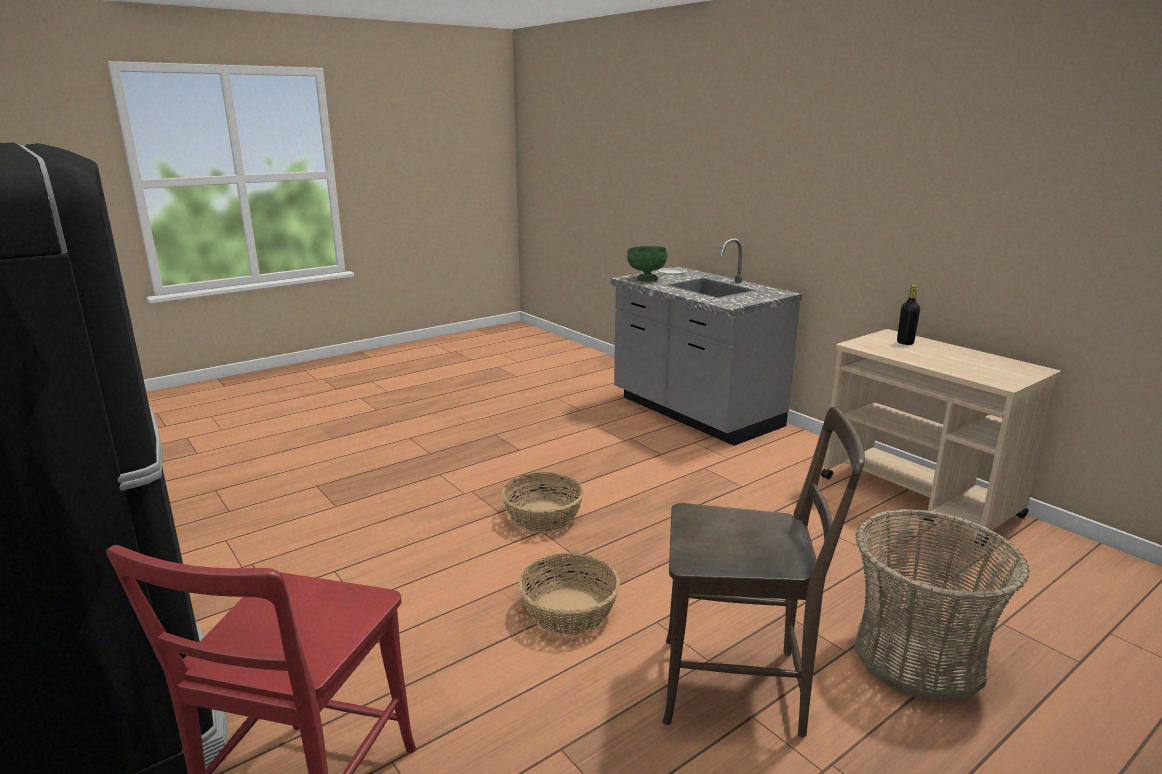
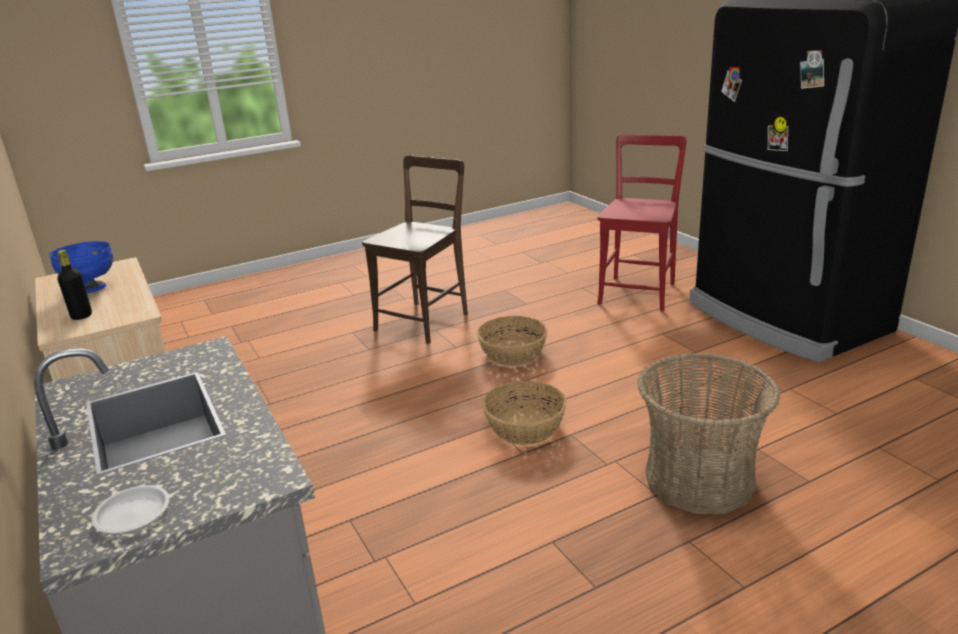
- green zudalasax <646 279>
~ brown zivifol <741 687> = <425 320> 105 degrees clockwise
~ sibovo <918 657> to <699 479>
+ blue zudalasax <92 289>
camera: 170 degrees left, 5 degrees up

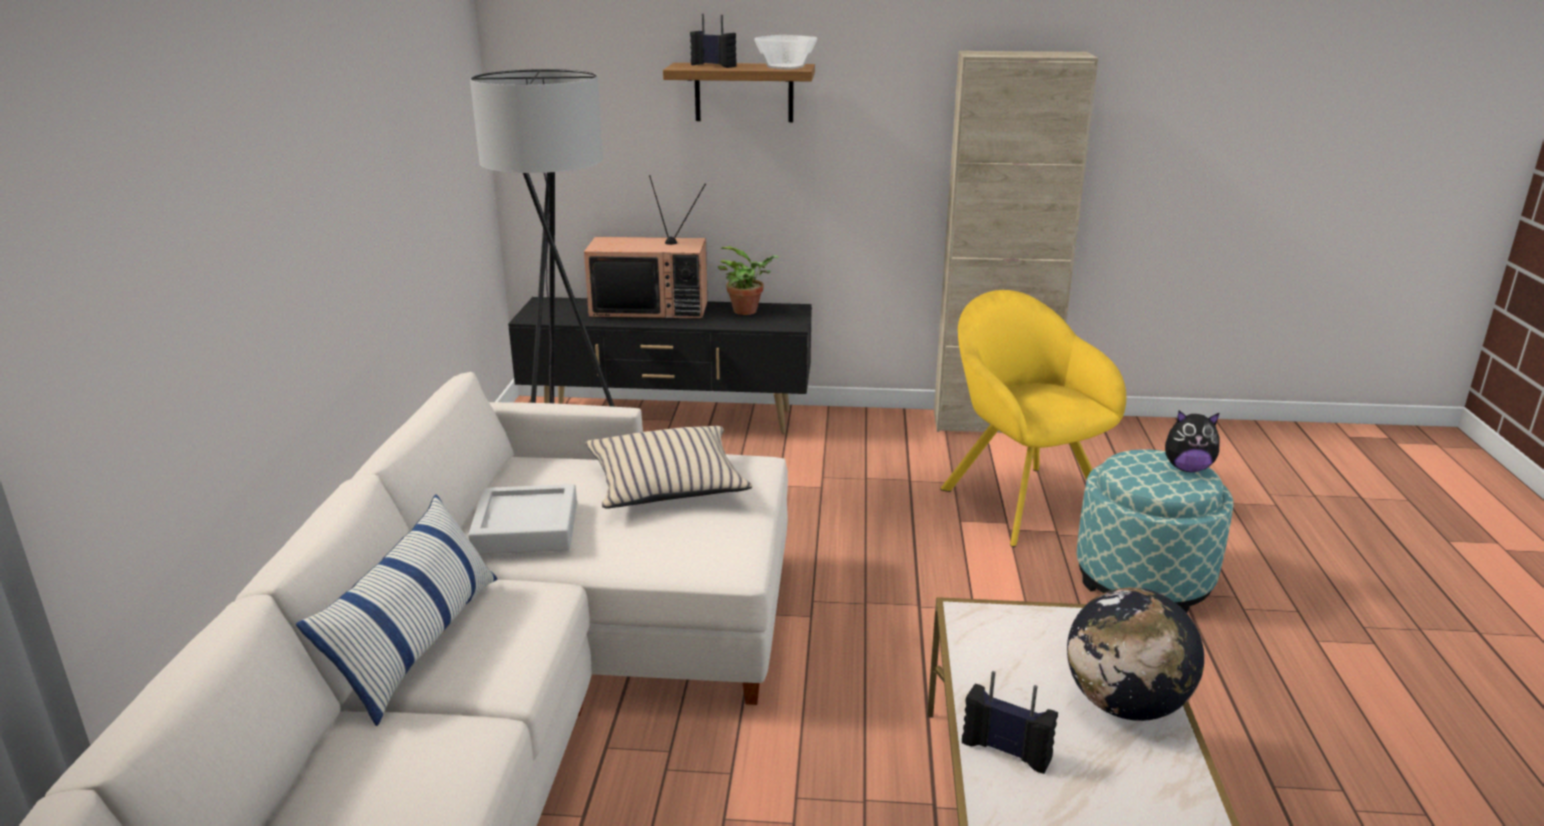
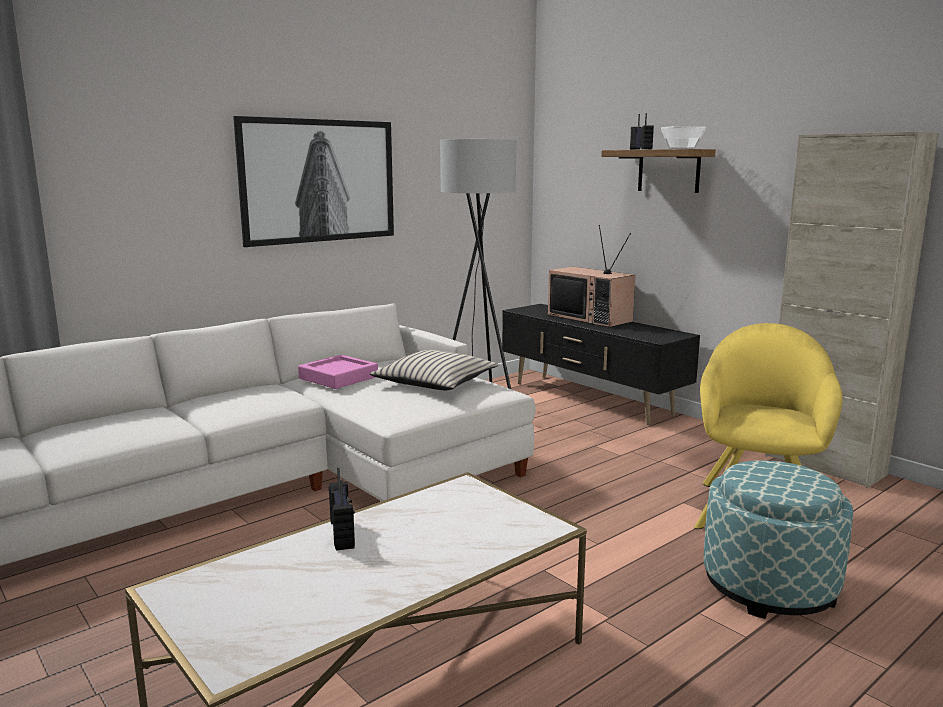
- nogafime <418 642>
~ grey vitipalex <526 528> to pink vitipalex <338 377>
- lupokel <748 311>
- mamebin <1125 705>
- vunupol <1187 468>
+ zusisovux <318 181>
camera: 45 degrees right, 10 degrees down

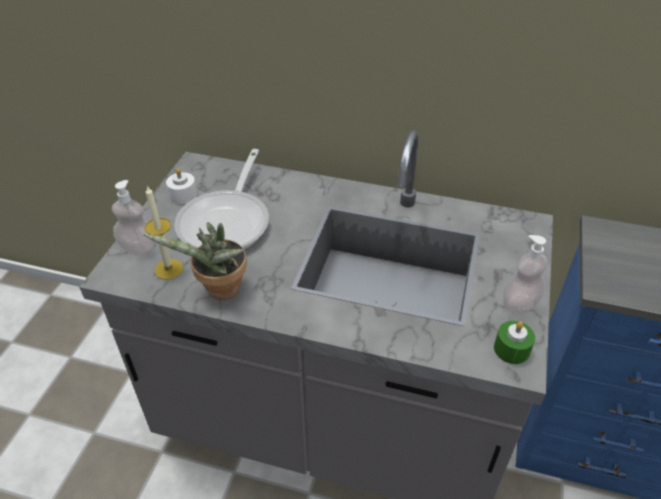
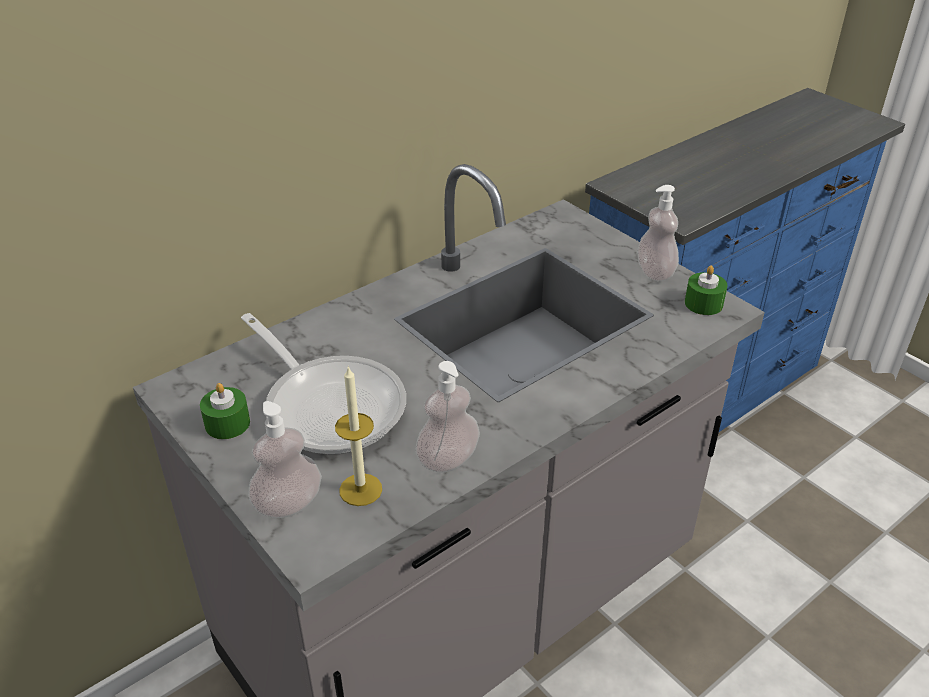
~ lupokel <220 292> to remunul <448 459>
~ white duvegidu <183 195> to green duvegidu <227 423>
camera: 55 degrees left, 5 degrees down

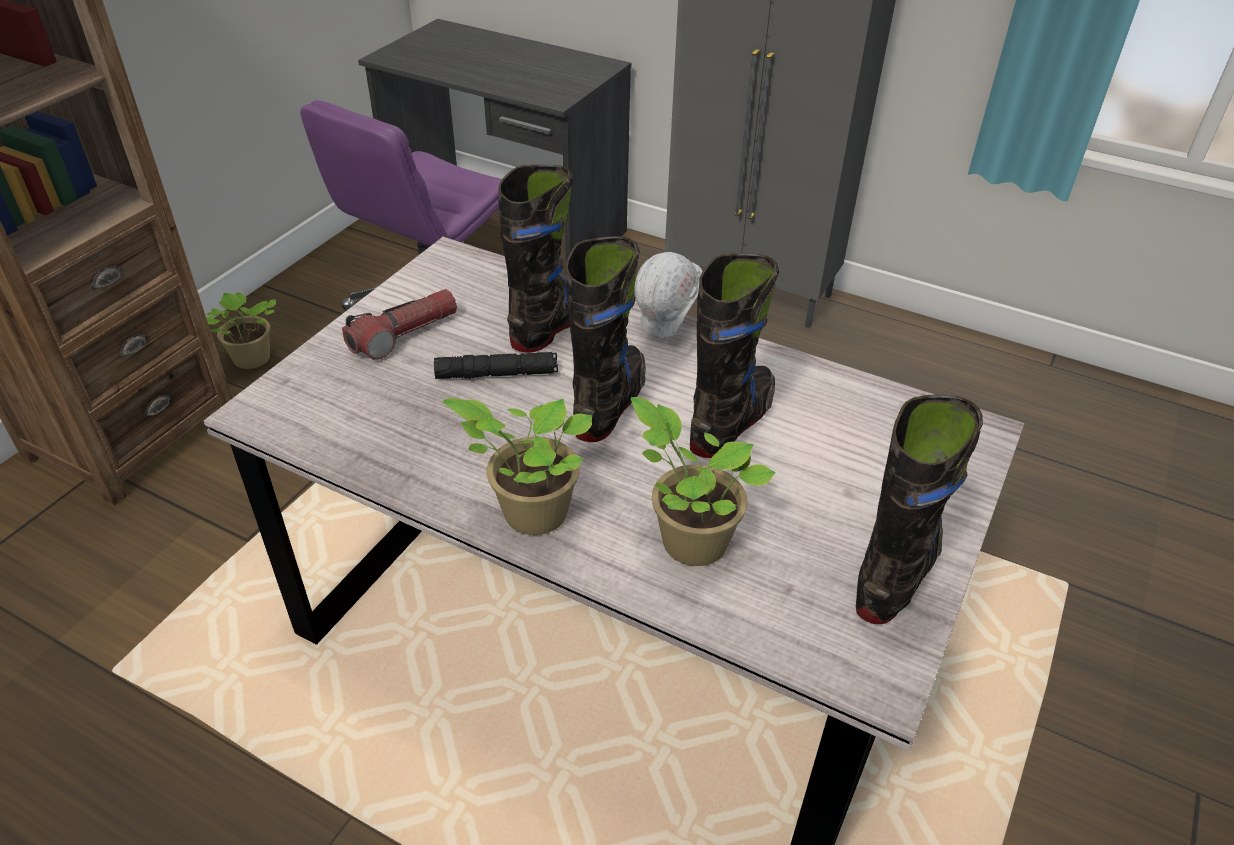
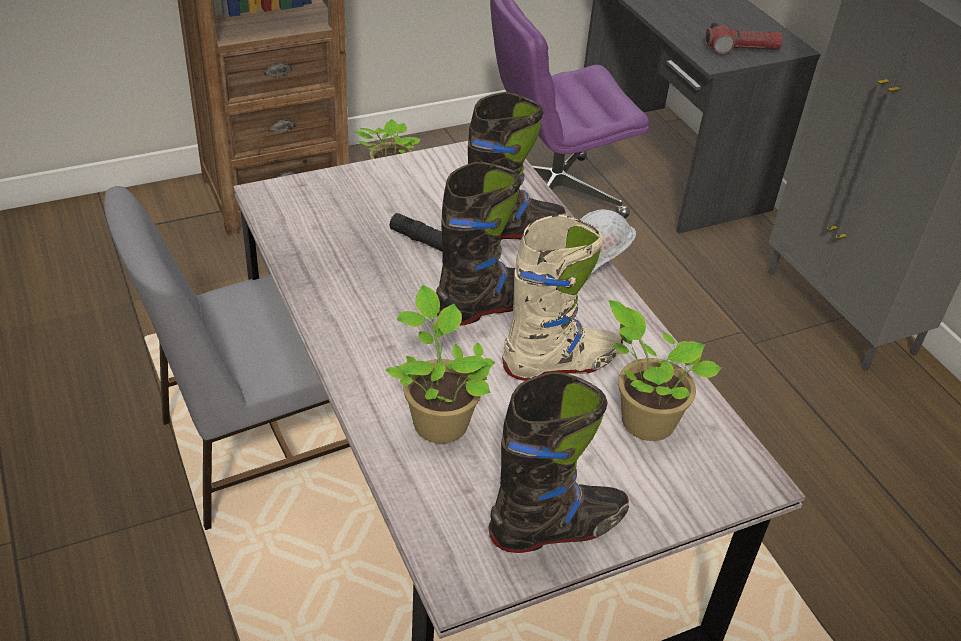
~ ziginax <404 335> to <741 49>
~ lupokel <530 513> to <643 420>
~ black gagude <732 422> to beige gagude <561 364>
+ grey zivifol <261 446>
camera: 35 degrees right, 0 degrees up

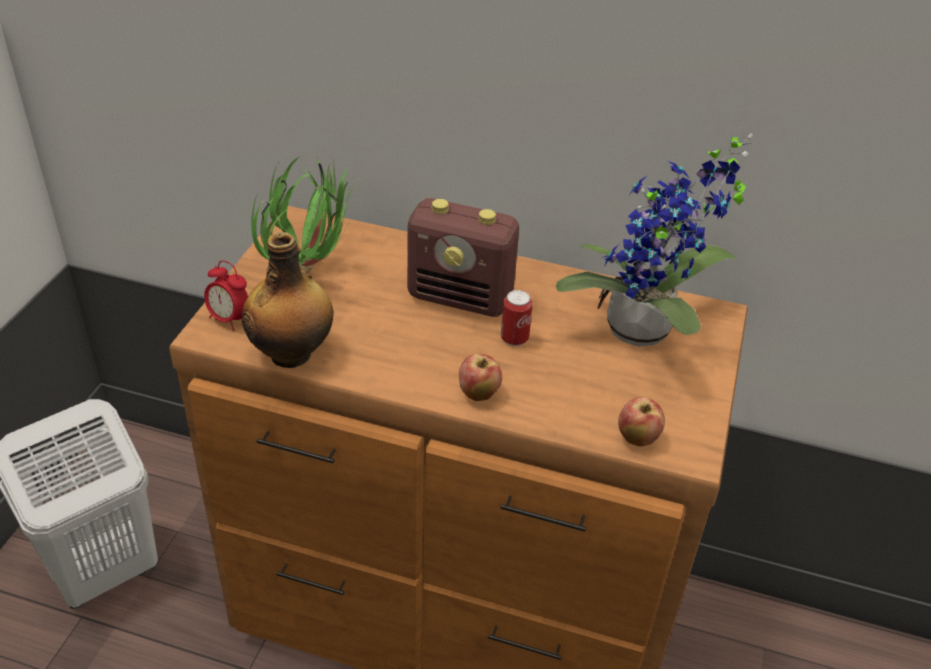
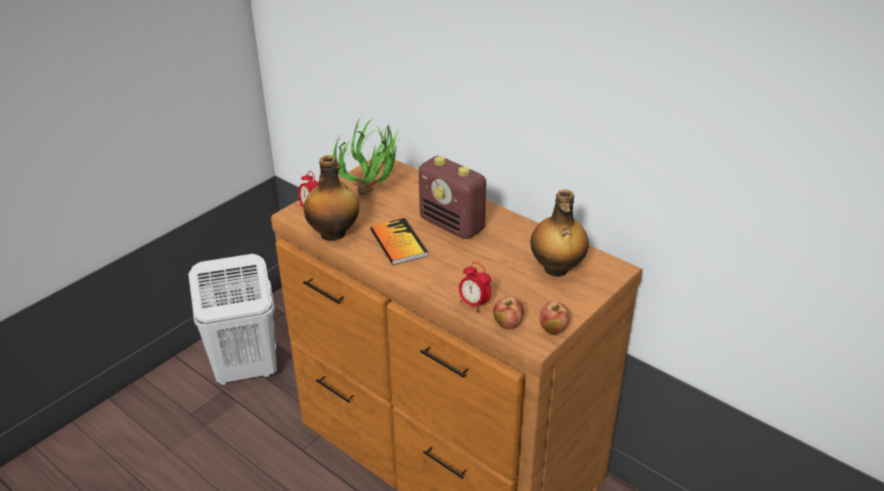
~ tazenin <478 394> to <553 329>
- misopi <514 339>
~ lupokel <644 333> to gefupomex <556 269>
+ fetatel <398 243>
+ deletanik <474 304>
camera: 25 degrees right, 5 degrees down

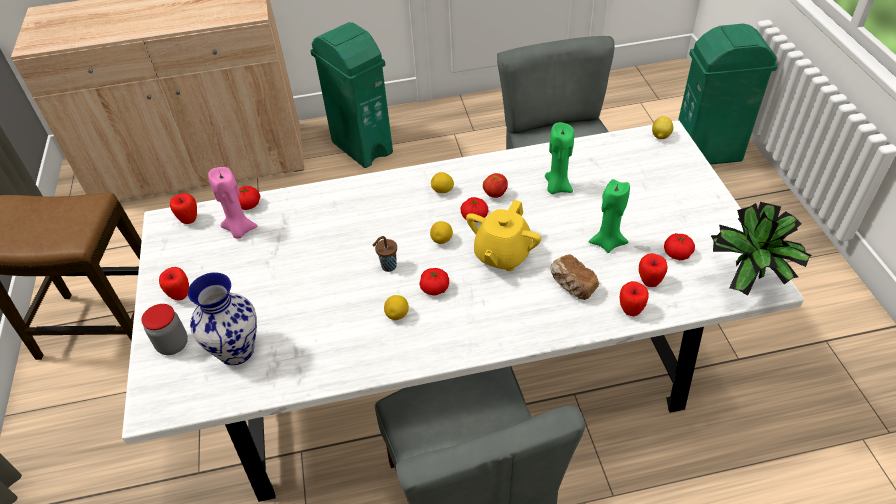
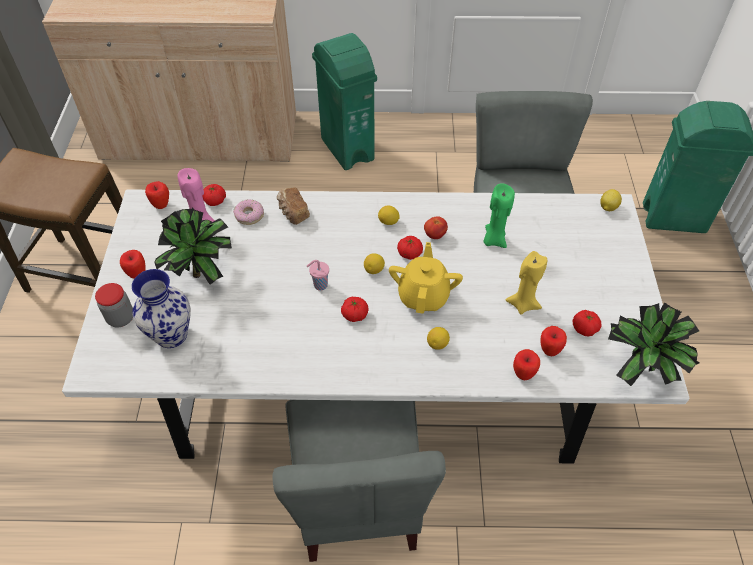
~ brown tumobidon <388 266> to pink tumobidon <319 285>
~ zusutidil <397 315> to <437 344>
~ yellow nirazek <502 255> = <423 295> 150 degrees clockwise
~ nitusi <572 285> to <292 212>
~ green duvegidu <607 242> to yellow duvegidu <523 304>
+ lupokel <203 274>
+ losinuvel <249 215>
camera: 10 degrees right, 5 degrees up

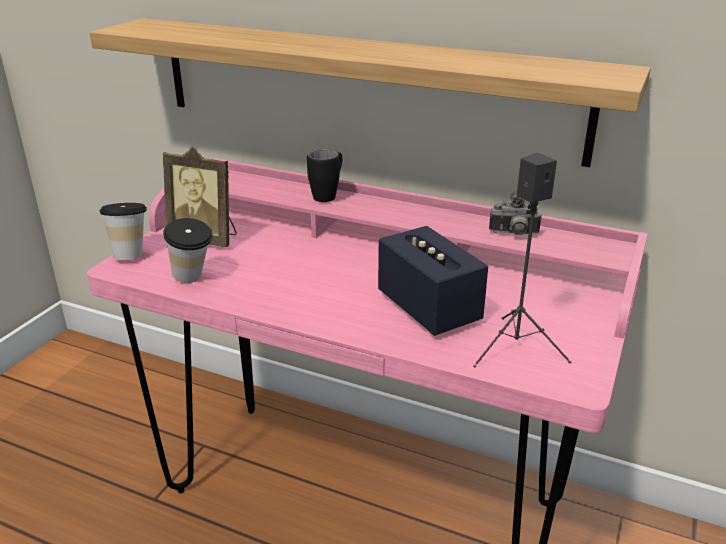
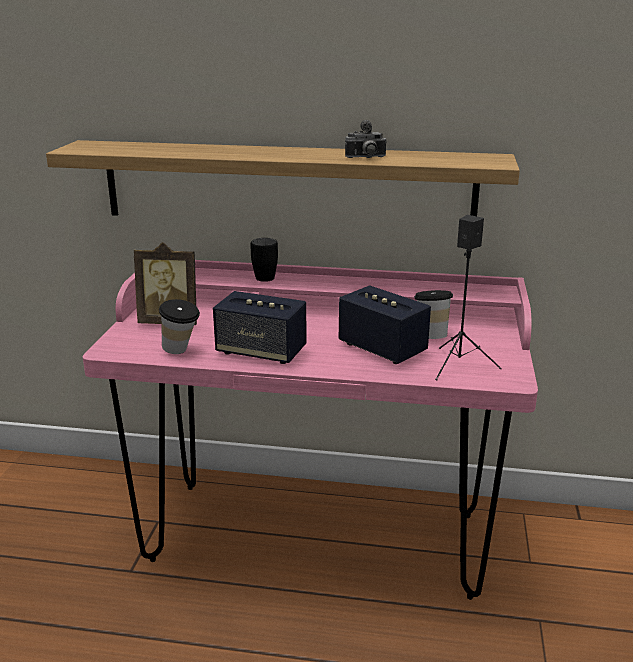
~ tumobidon <131 254> to <431 335>
~ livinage <513 234> to <366 158>
+ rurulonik <261 352>
camera: 15 degrees left, 5 degrees down

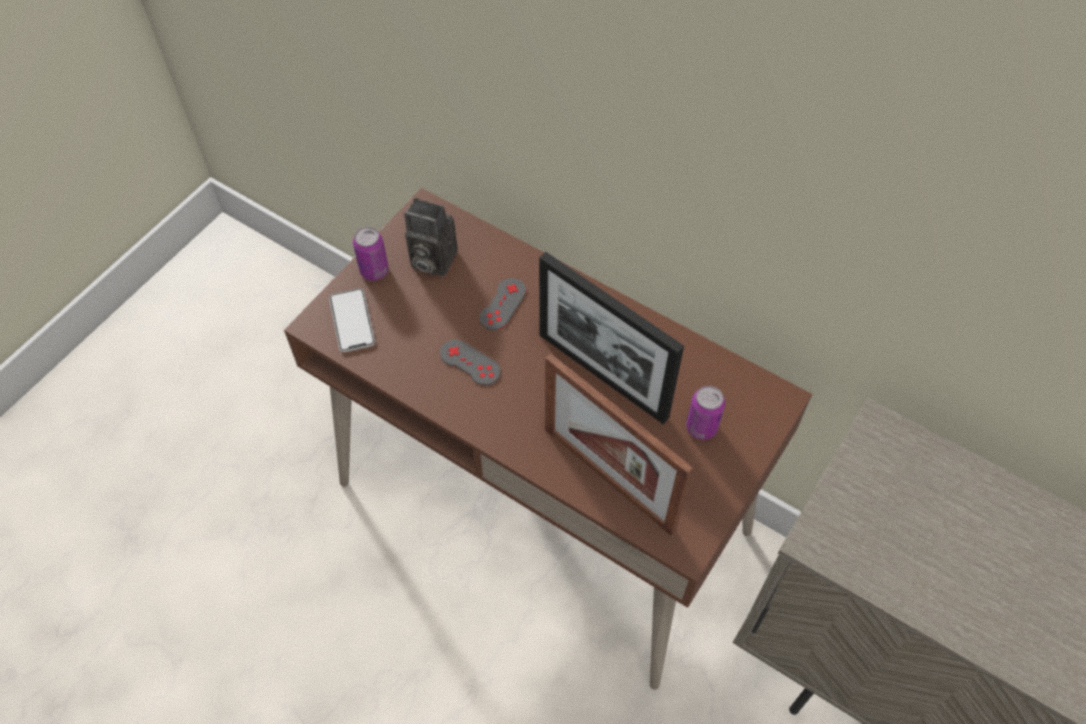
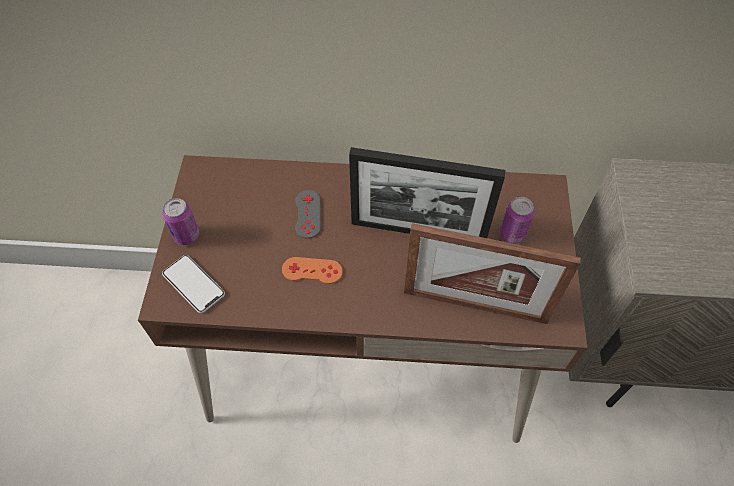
- livinage <430 260>
~ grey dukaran <470 362> to orange dukaran <312 270>
camera: 30 degrees left, 0 degrees up

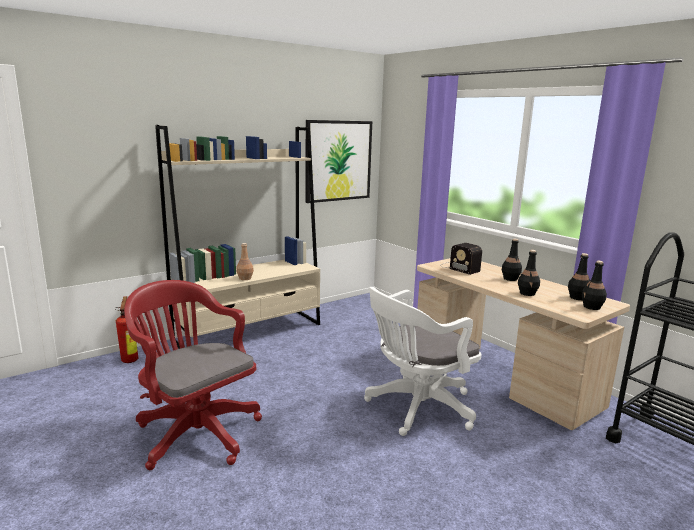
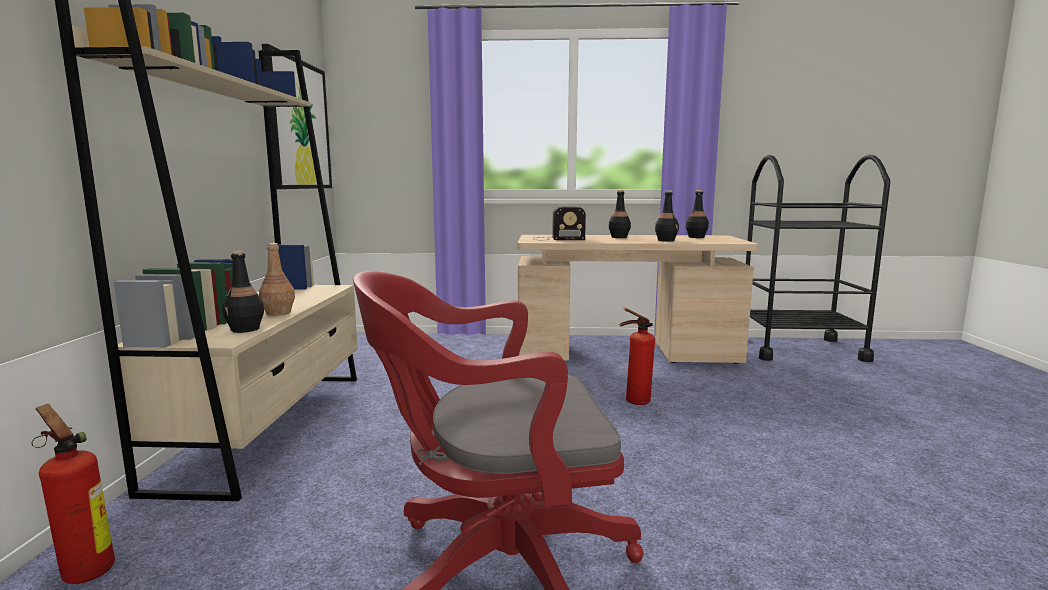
~ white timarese <416 408> to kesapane <634 402>
~ black gefupomex <592 307> to <246 329>
camera: 50 degrees left, 5 degrees down

